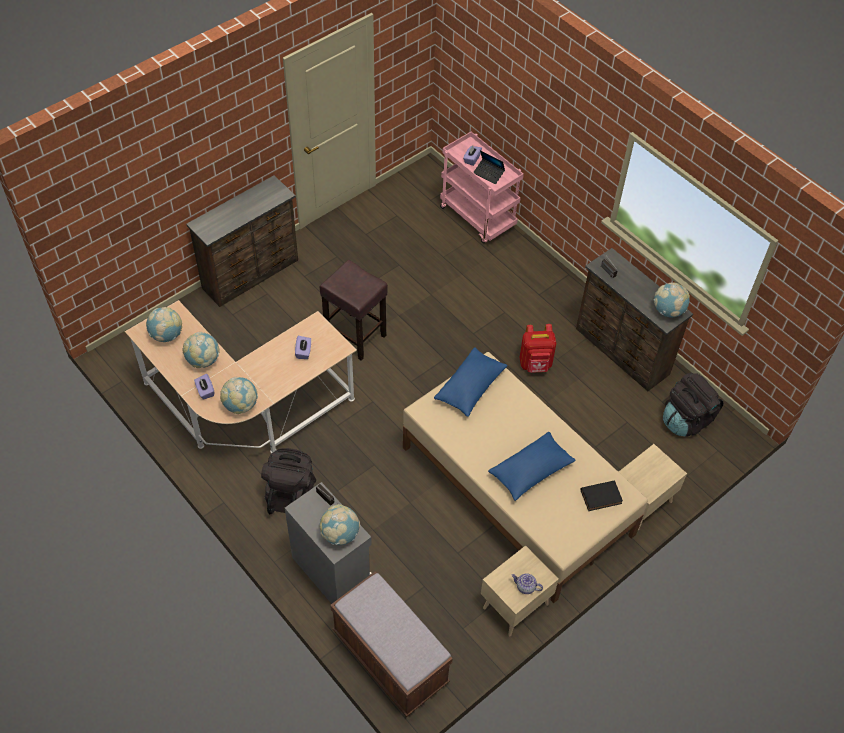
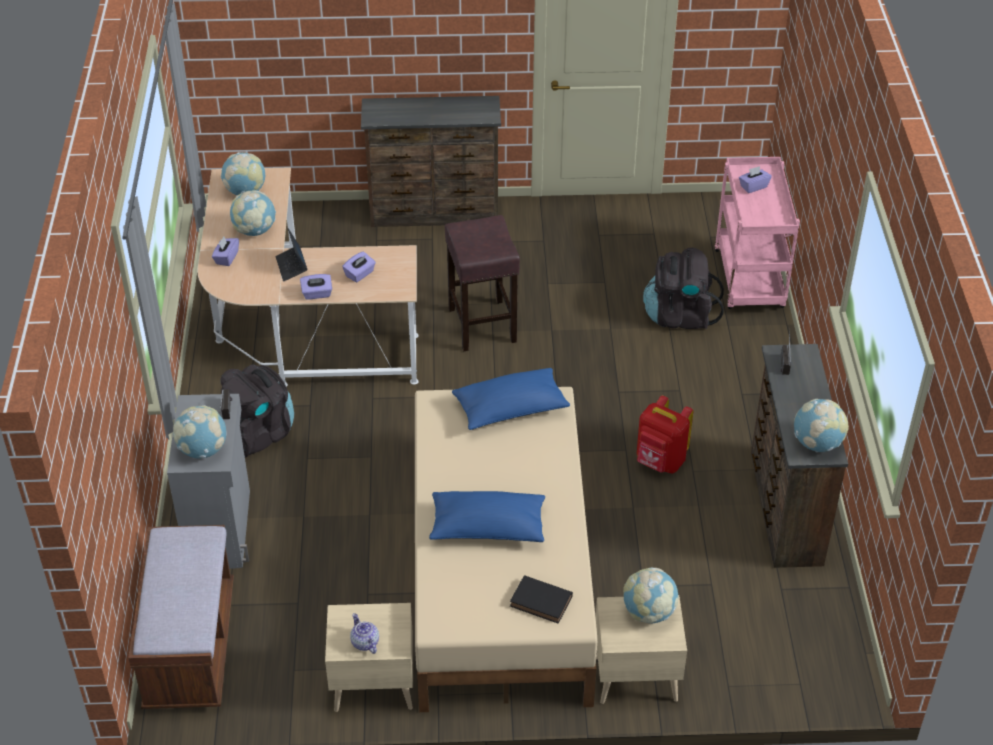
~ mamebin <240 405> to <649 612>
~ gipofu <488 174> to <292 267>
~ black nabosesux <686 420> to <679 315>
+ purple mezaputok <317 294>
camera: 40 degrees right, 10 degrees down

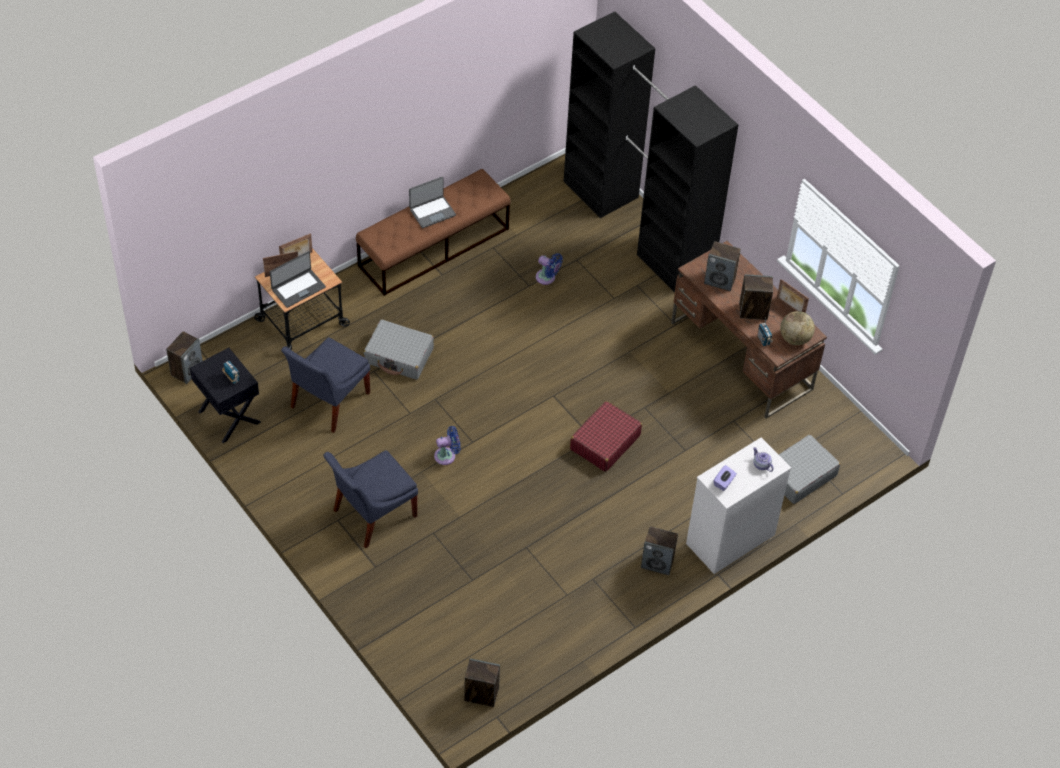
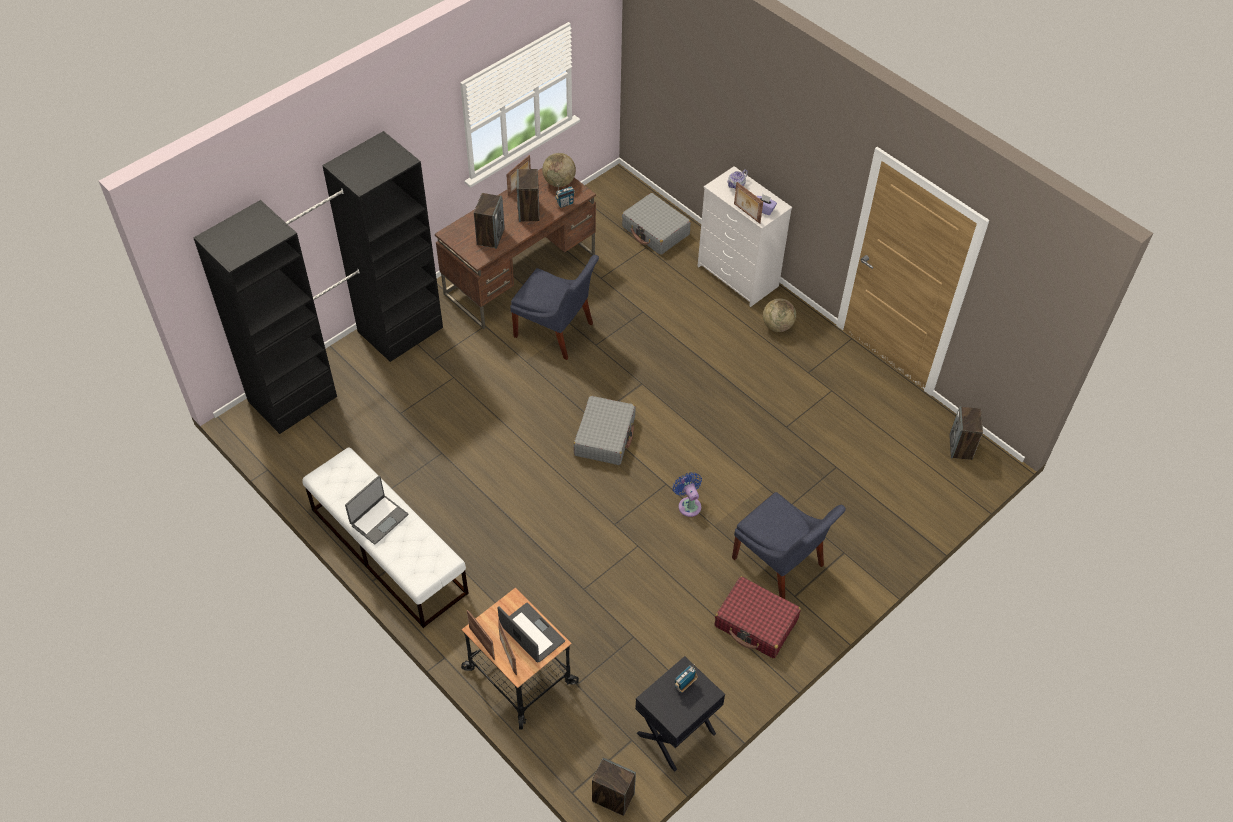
~ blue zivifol <327 402> to <556 332>
~ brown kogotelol <434 247> to white kogotelol <388 550>
~ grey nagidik <399 356> to <605 436>
~ gipofu <432 212> = <378 519> 75 degrees clockwise
- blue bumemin <547 278>
~ red nagidik <604 442> to <756 623>
~ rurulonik <657 563> to mamebin <777 326>
+ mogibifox <746 213>
camera: 95 degrees left, 0 degrees up

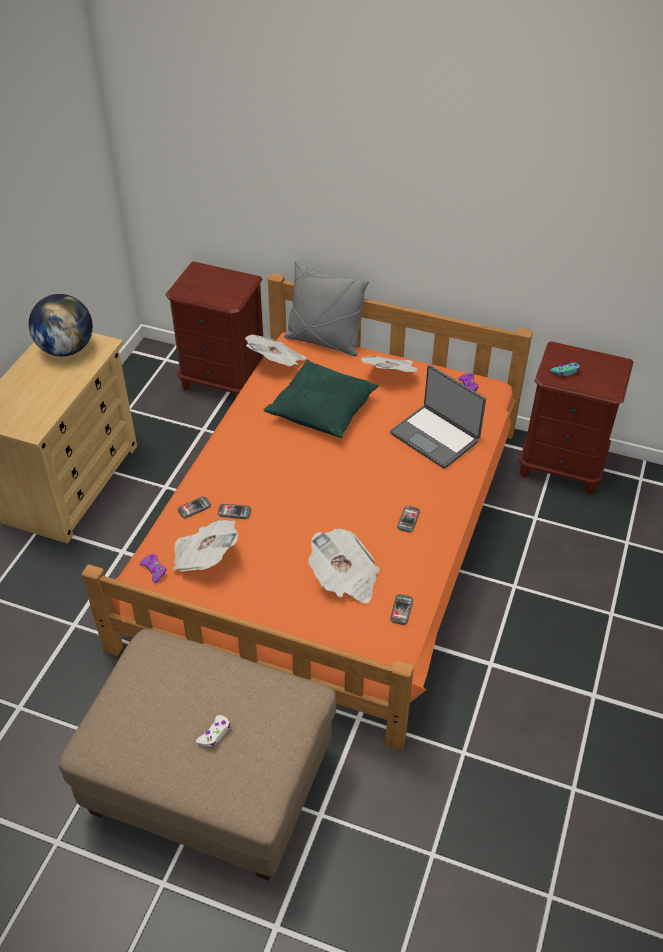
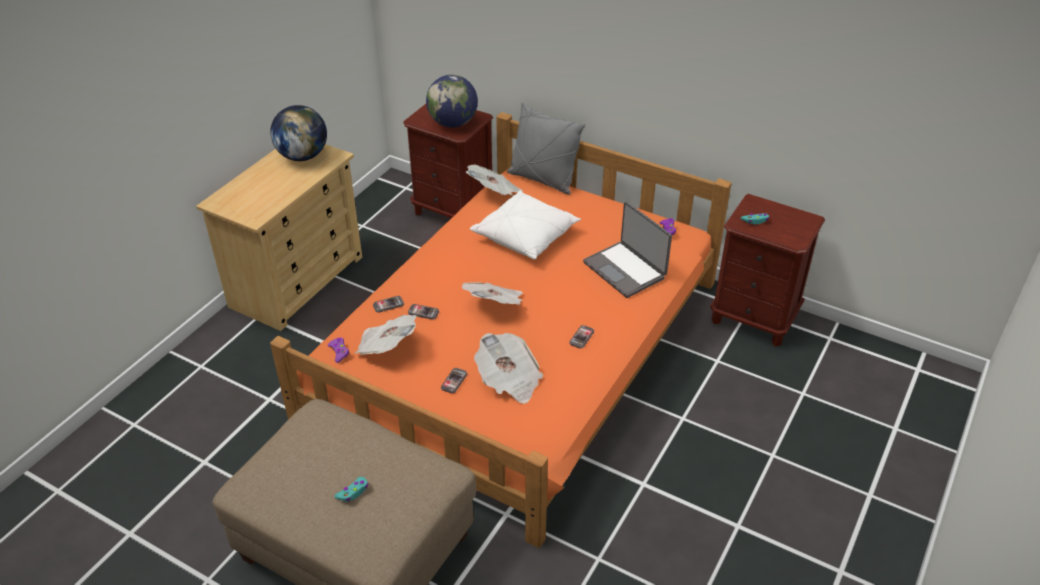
~ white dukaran <215 734> to turquoise dukaran <353 492>
~ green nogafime <322 410> to white nogafime <525 236>
~ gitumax <391 375> to <495 305>
~ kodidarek <401 610> to <454 381>
+ mamebin <453 123>
camera: 10 degrees right, 5 degrees down

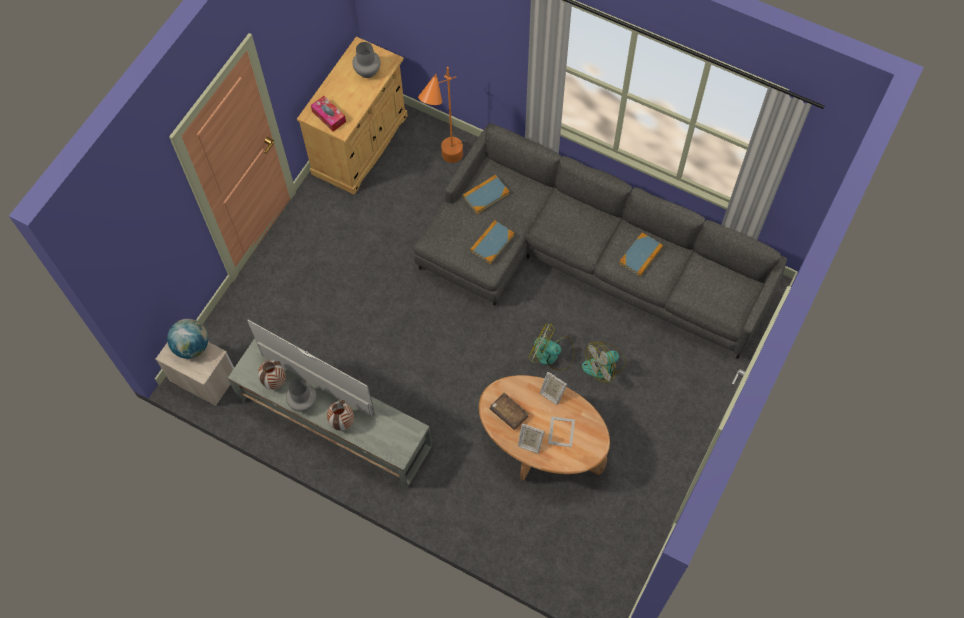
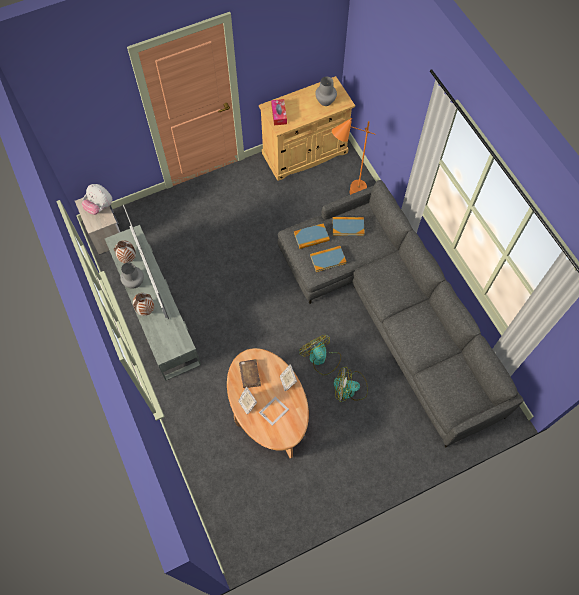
~ mamebin <192 346> to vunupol <100 207>
~ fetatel <640 255> to <311 237>
camera: 35 degrees right, 0 degrees up

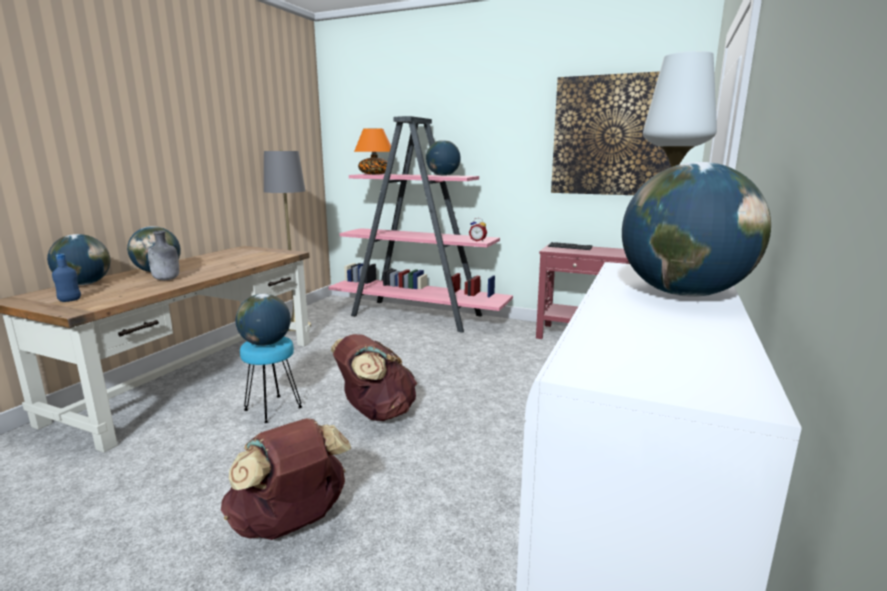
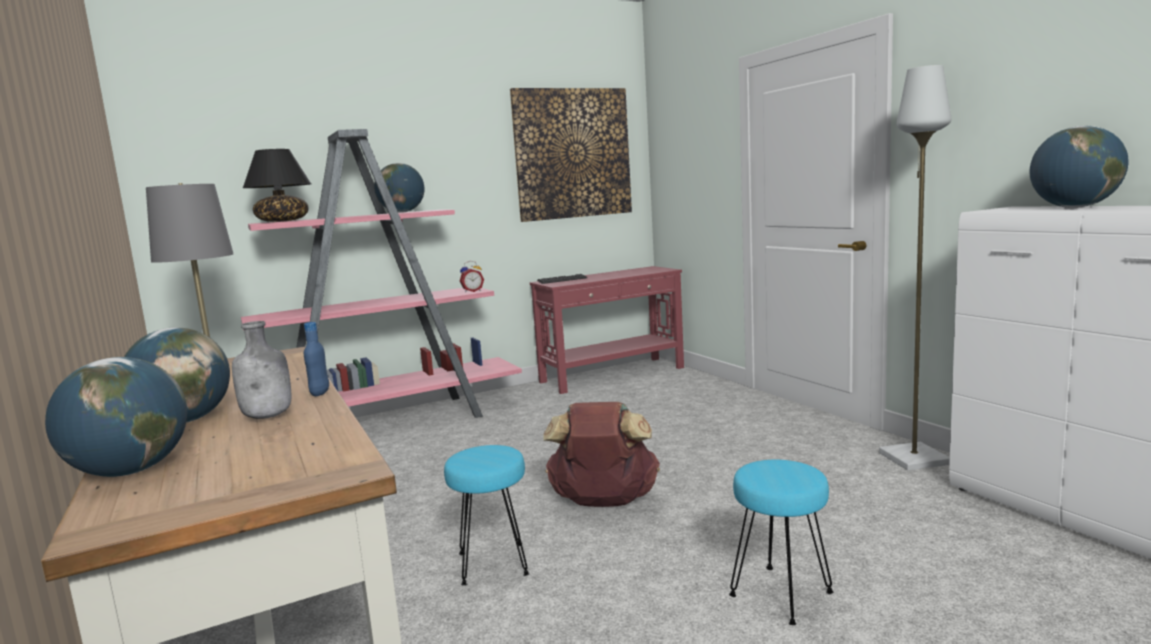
~ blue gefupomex <70 300> to <320 393>
~ brown nabosesux <291 523> to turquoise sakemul <781 595>
- mamebin <266 343>
~ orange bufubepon <375 174> to black bufubepon <283 221>
camera: 50 degrees left, 5 degrees down

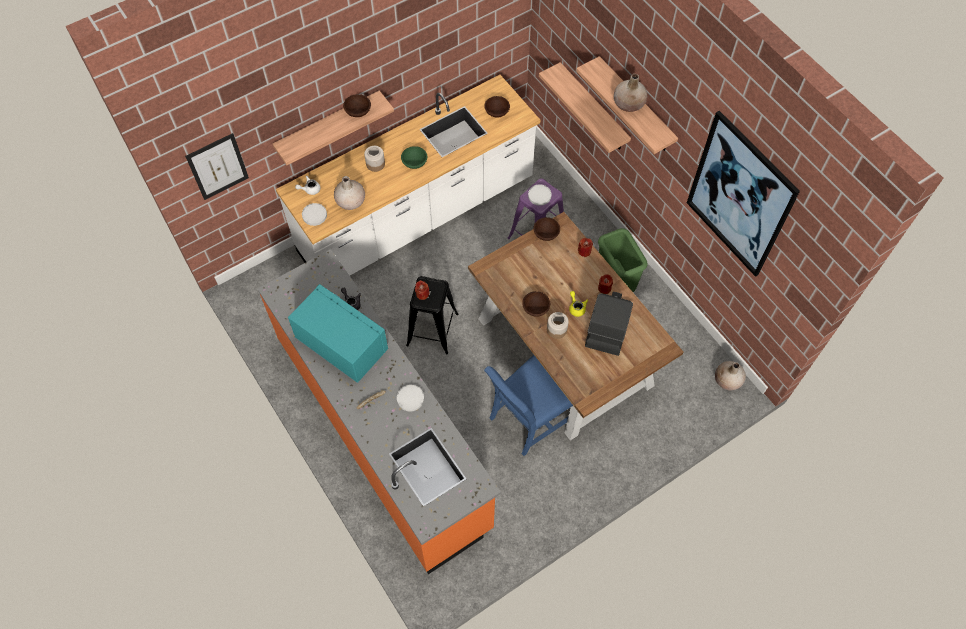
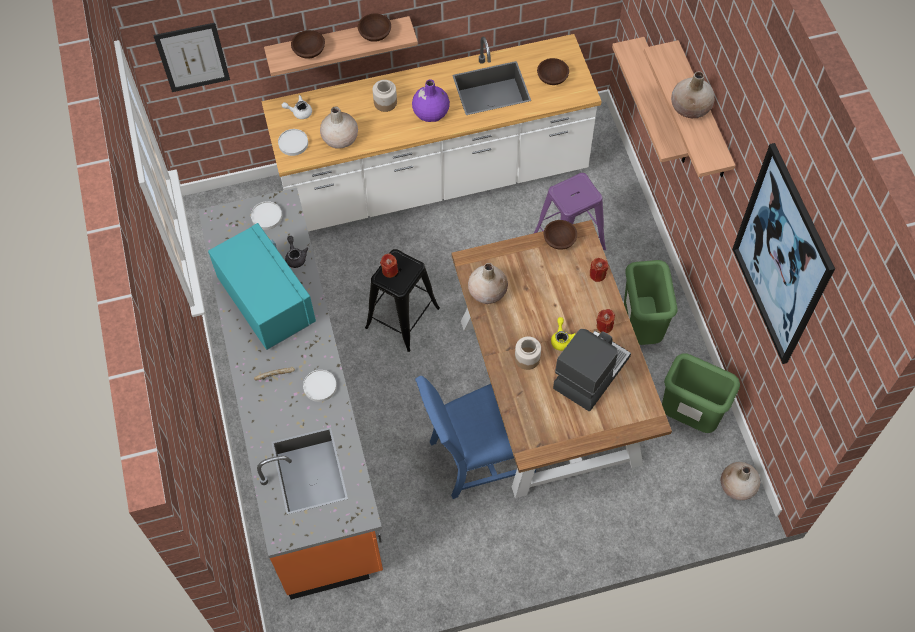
~ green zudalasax <414 162> to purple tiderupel <431 112>
~ brown zudalasax <535 308> to <308 51>
~ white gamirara <539 196> to <266 217>
+ beige tiderupel <487 291>
+ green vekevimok <689 417>
camera: 20 degrees right, 0 degrees up

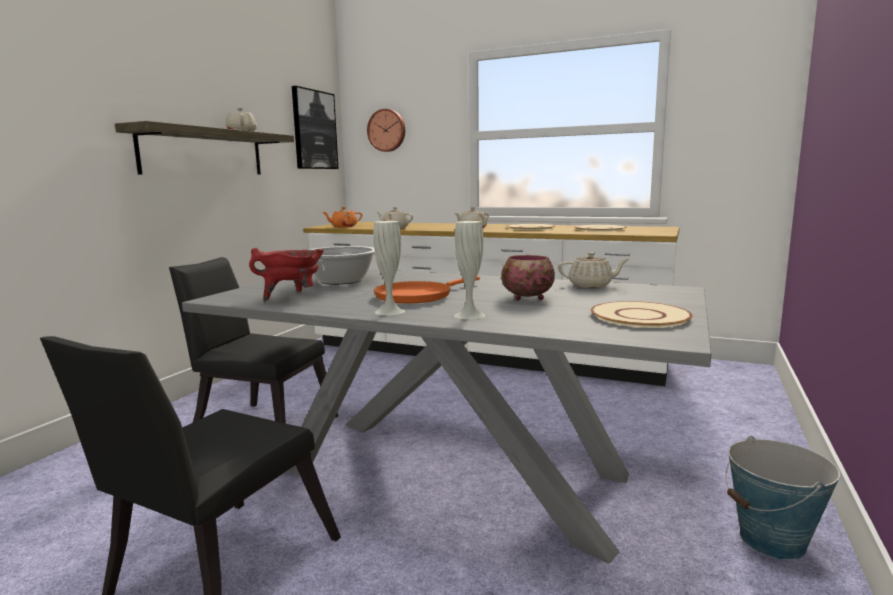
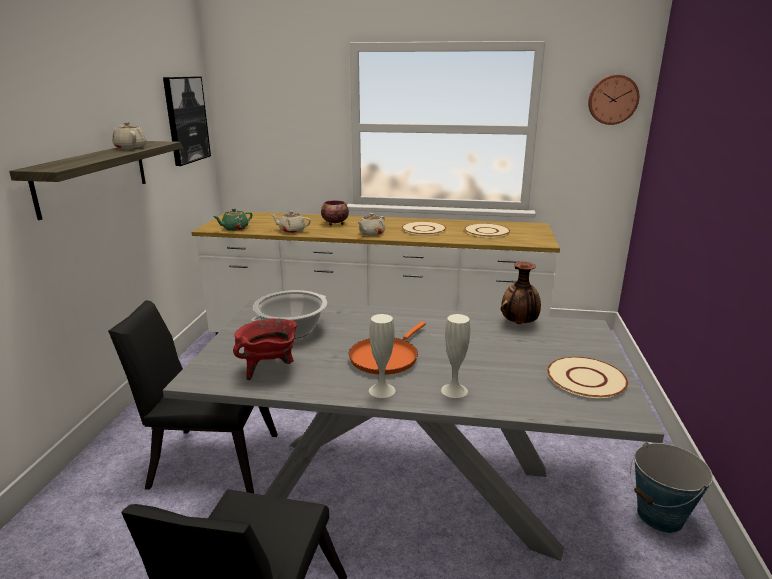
~ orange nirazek <343 227> to green nirazek <234 228>
~ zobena <387 130> to <612 99>
~ zudalasax <526 298> to <334 223>
~ beige nirazek <591 285> to tiderupel <519 324>
camera: 15 degrees left, 10 degrees up

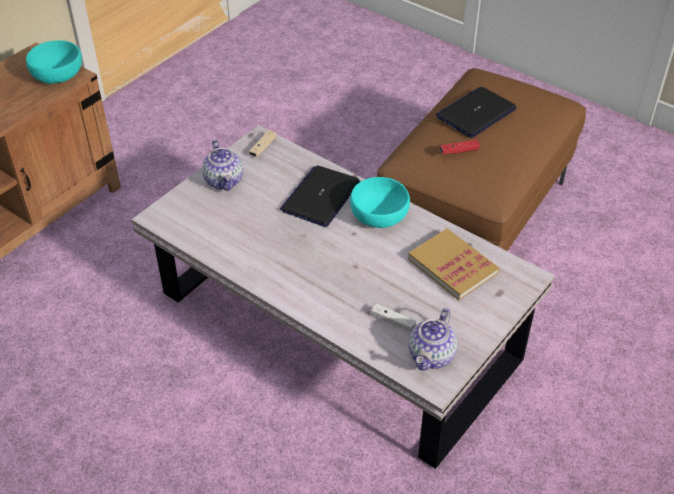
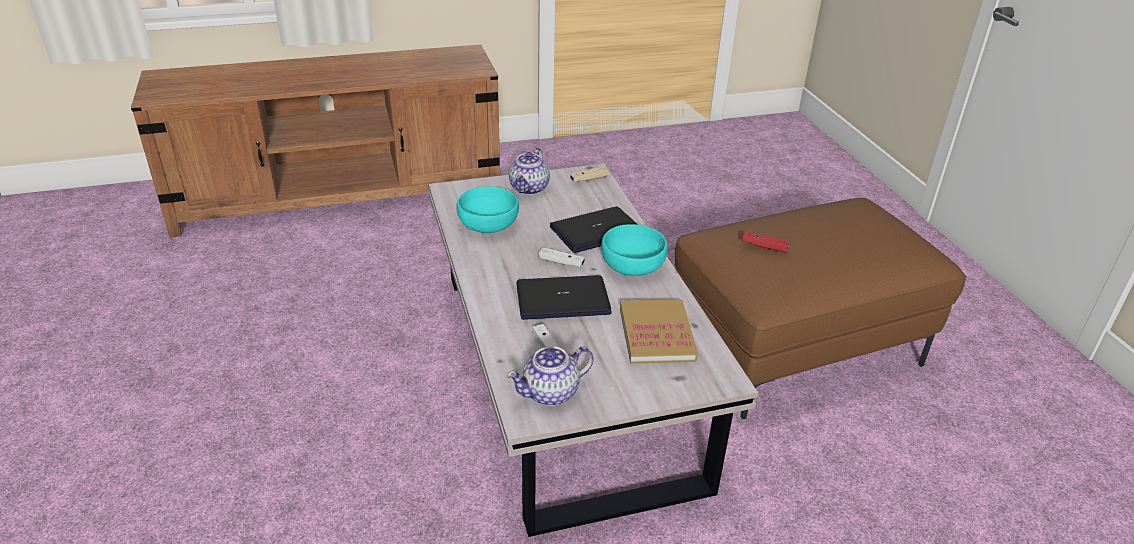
~ turquoise zudalasax <58 75> to <489 225>
~ gipofu <476 113> to <563 299>
+ white dukaran <561 262>
camera: 35 degrees right, 10 degrees down

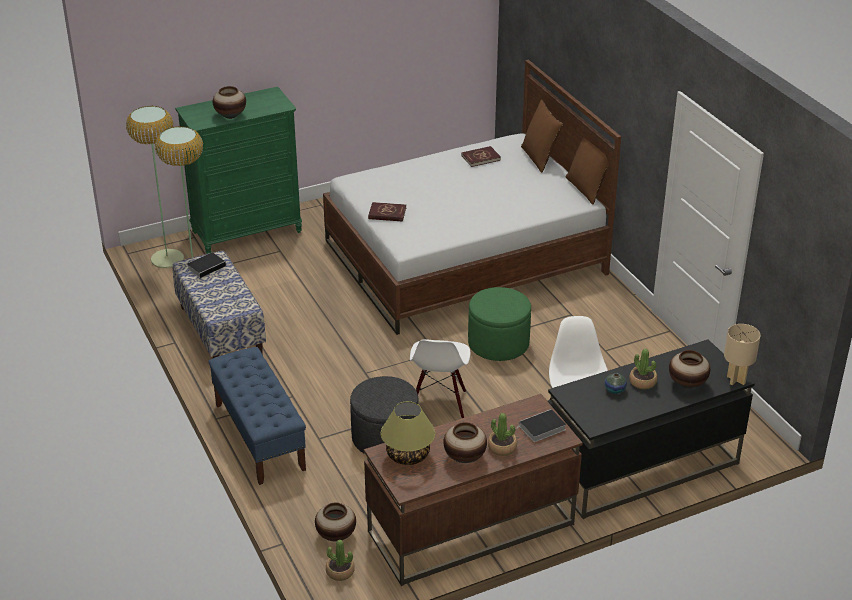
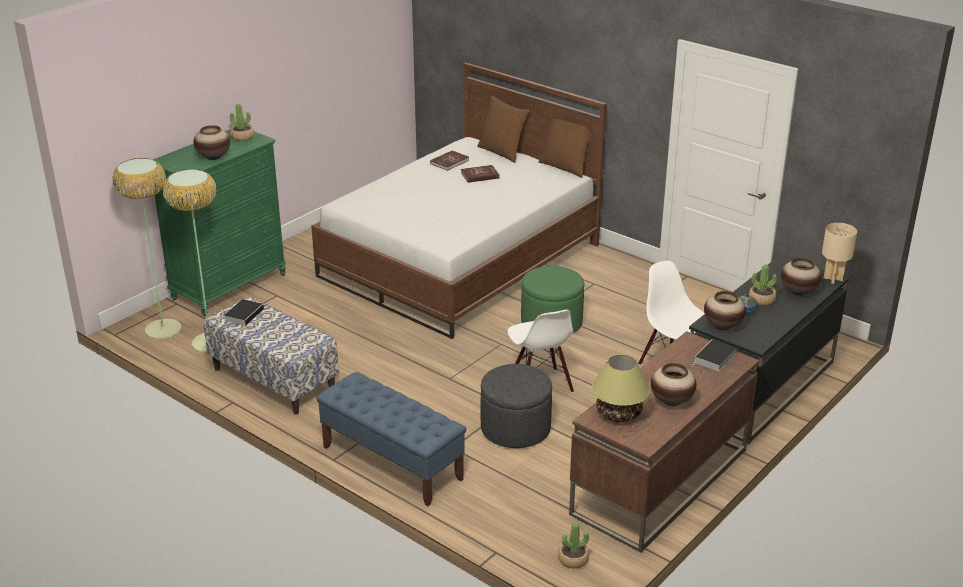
~ tiderupel <336 535> to <722 326>
~ red fetatel <387 213> to <480 175>
~ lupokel <502 447> to <242 137>
camera: 25 degrees left, 5 degrees down

